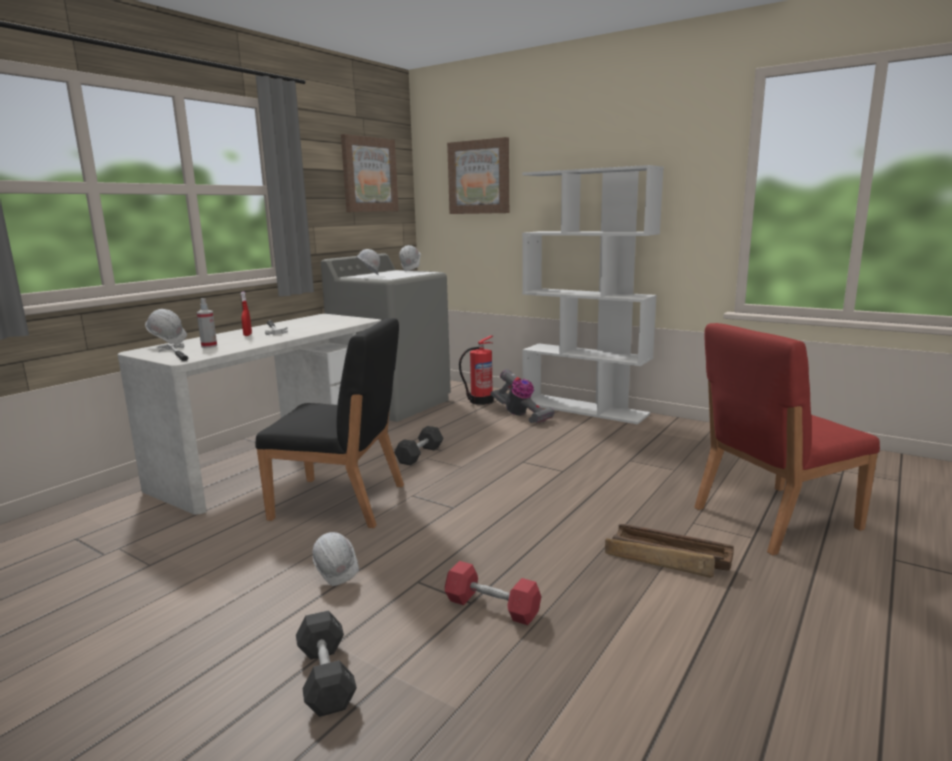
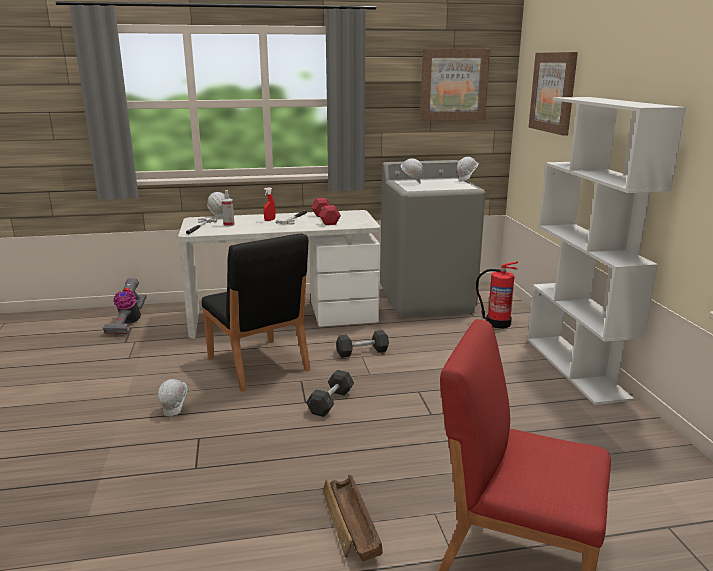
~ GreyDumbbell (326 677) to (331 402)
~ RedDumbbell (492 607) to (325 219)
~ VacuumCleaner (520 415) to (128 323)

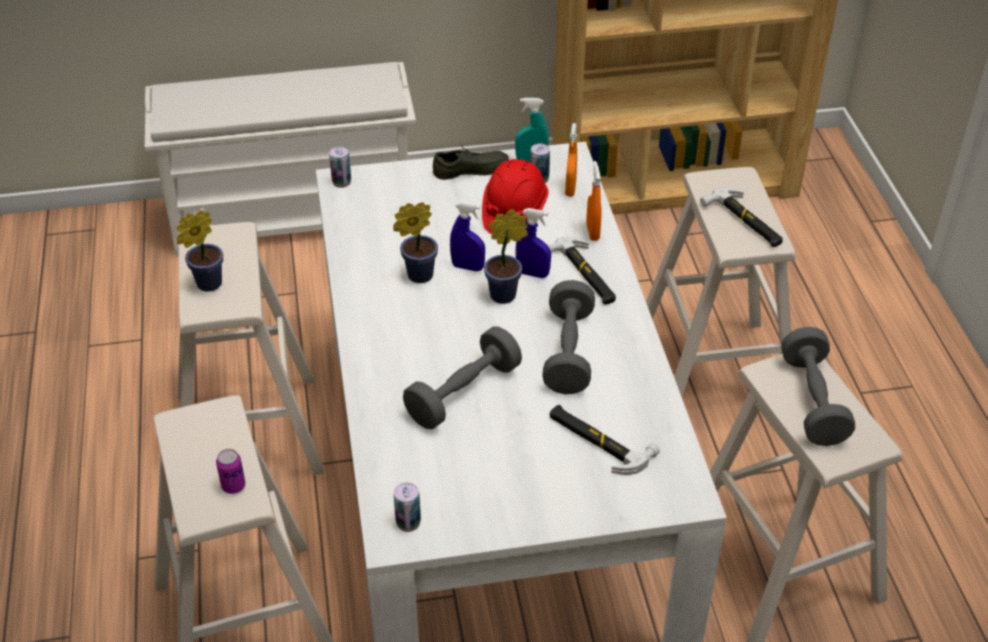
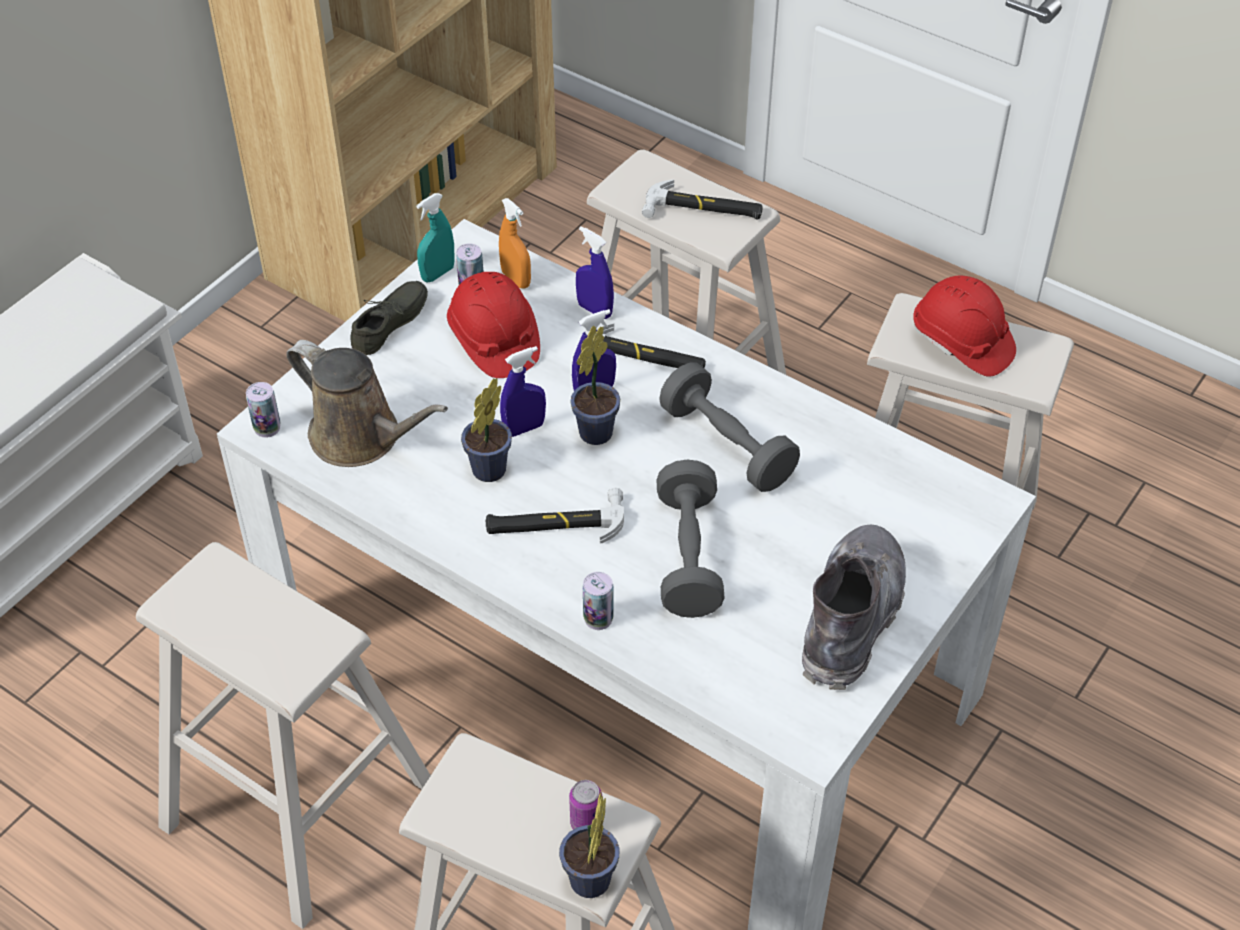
~ PottedPlant (206 285) to (588 886)
~ Can (408 522) to (598 618)
~ Hammer (598 440) to (555 523)
~ OrangeSprayBottle (592 232) to BlueSprayBottle (594 310)
~ GreyDumbbell (813 401) to RedHardHat (961 343)
+ BrownWateringCan (362 437)
+ GreyBoot (851 618)

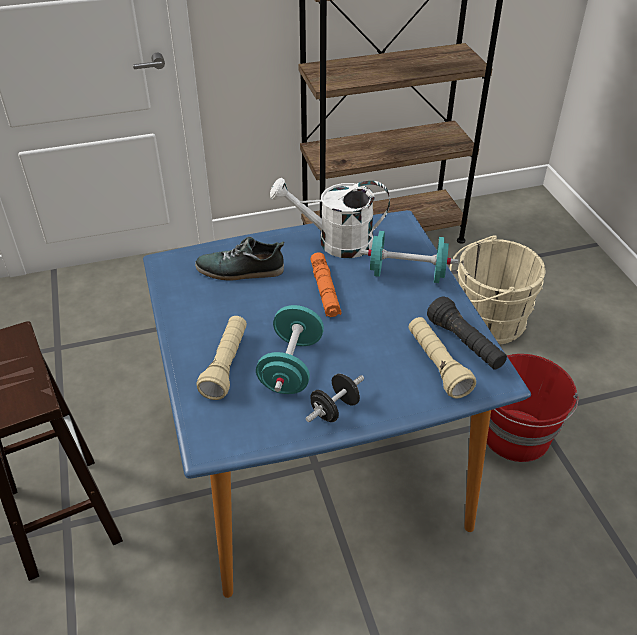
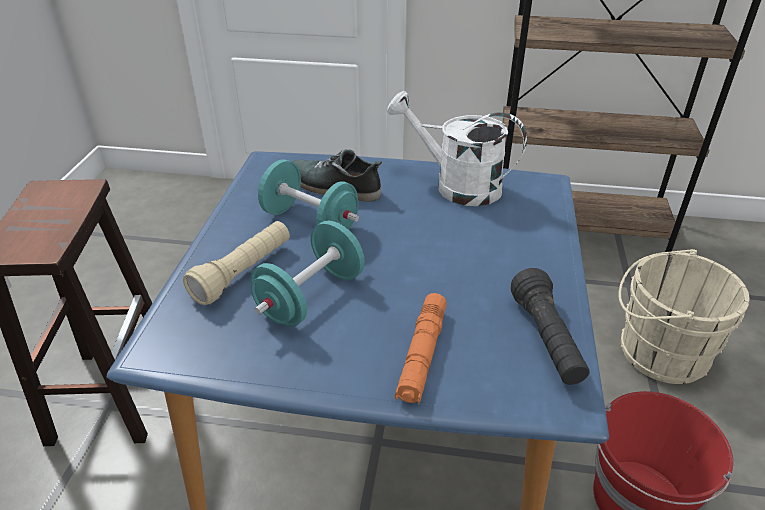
- BlackDumbbell (334 409)
~ OrangeFlashlight (325 290) to (422 355)
~ TurquoiseDumbbell (407 274) to (310 222)
- BeigeFlashlight (437 365)

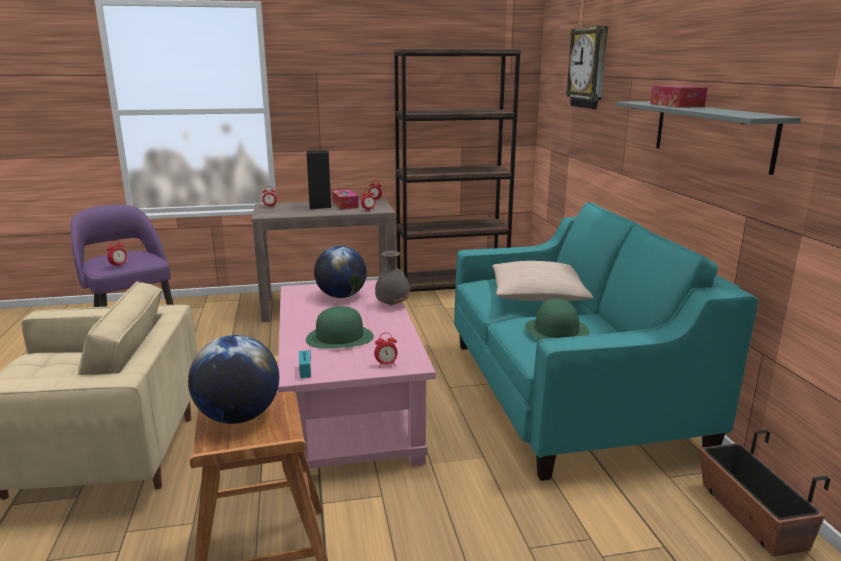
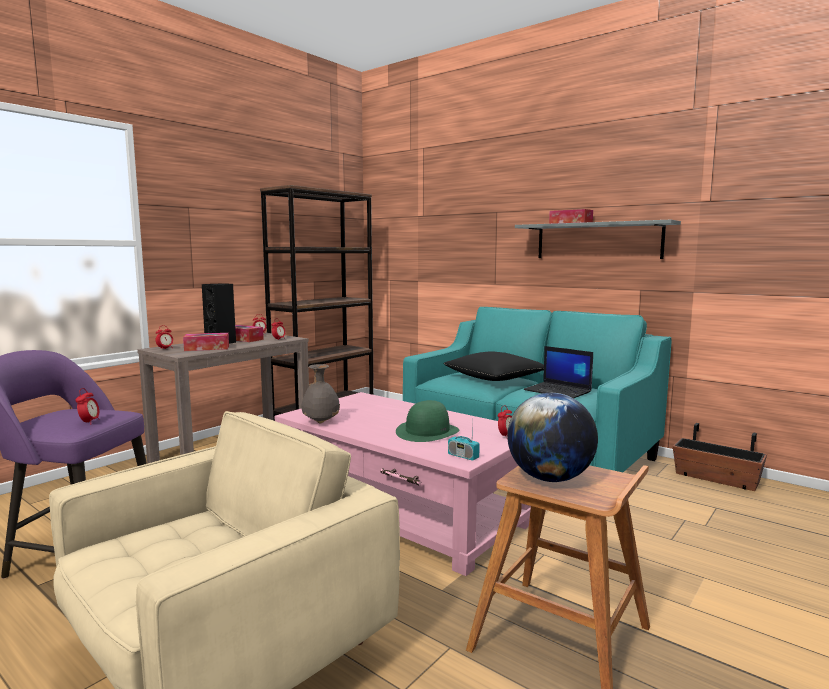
- Globe (341 296)
~ GreyVase (392 304) to (321 422)
~ BeigePillow (538 295) to BlackPillow (495 378)
~ GreenHat (556 331) to Laptop (558 391)
- WallClock (589 68)
+ TissueBox (207 348)

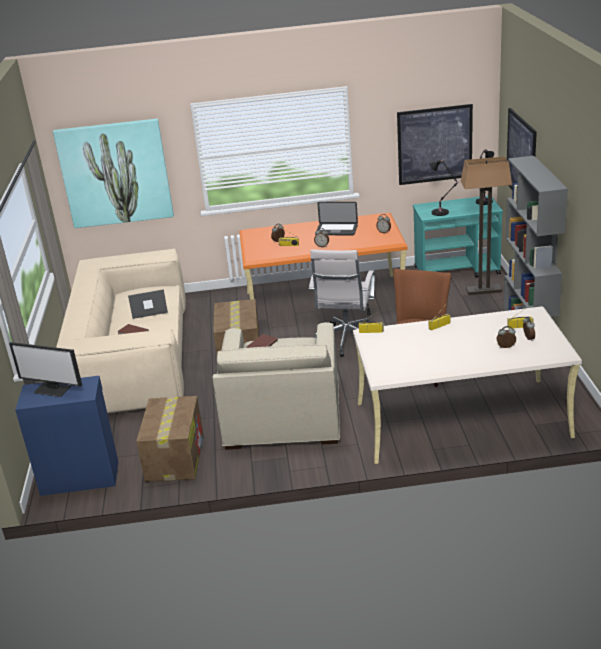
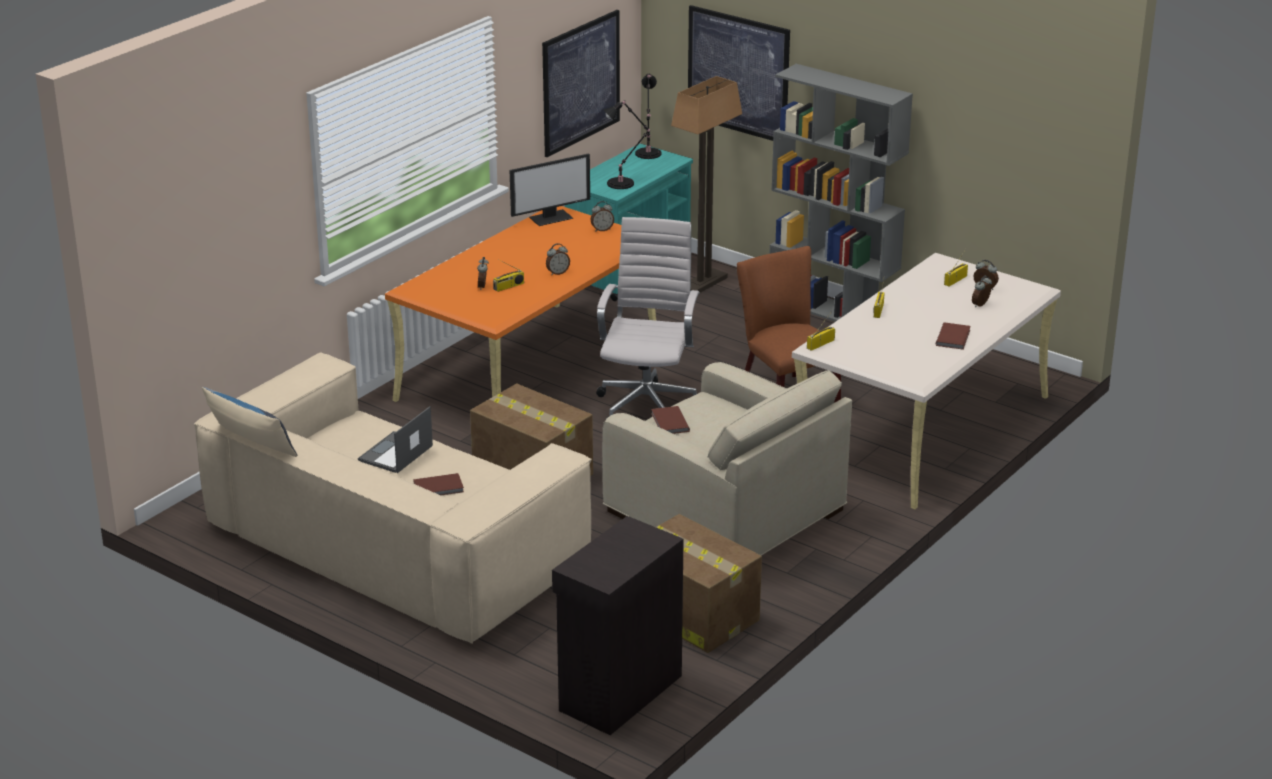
~ Monitor (53 389) to (551 217)
~ BlueCabinet (79 477) to BlackCabinet (618 693)
- Picture (115 173)
~ WhiteOfficeChair (346 341) = (647 404) 135 degrees counterclockwise
- Laptop (336 230)
+ Pillow (251 444)
+ BrownBook (954 337)

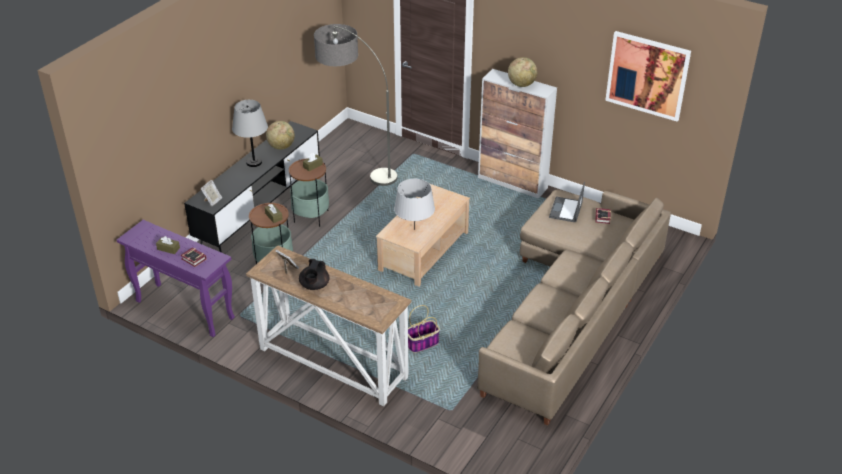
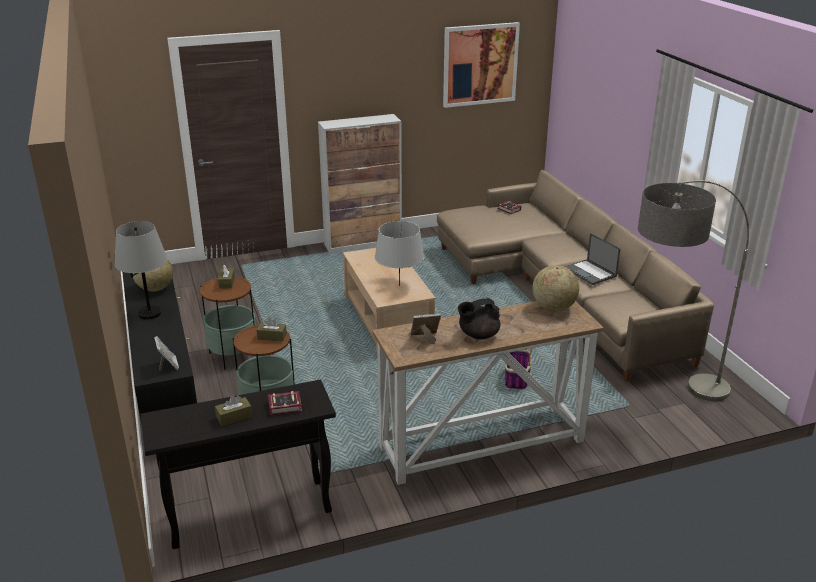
~ PurpleConsoleTable (184 310) to BlackConsoleTable (248 514)
~ BlackTeapot (314 286) = (478 335) 105 degrees clockwise
~ FloorLamp (356 168) to (666 398)
~ Globe (521 84) to (553 307)
~ Laptop (566 210) to (590 272)

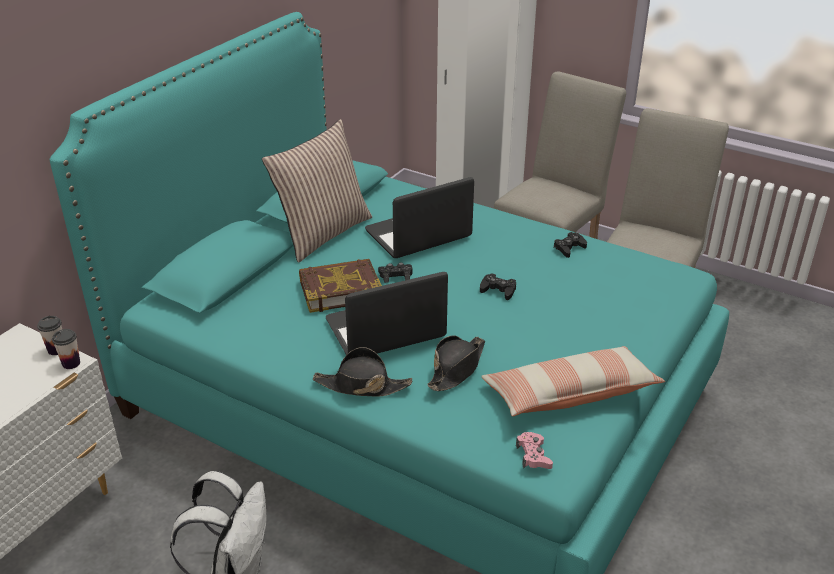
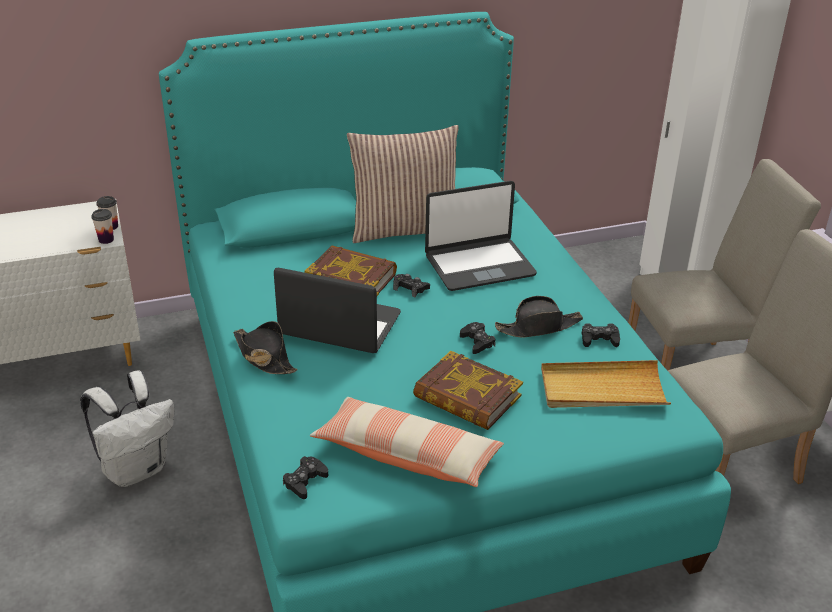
~ Laptop (418 235) = (479 265) 150 degrees clockwise
~ BlackHat (457 368) to (538 327)
~ PinkGameController (533 456) to BlackGameController (305 481)
+ Book (467 397)
+ BeigeTray (602 389)

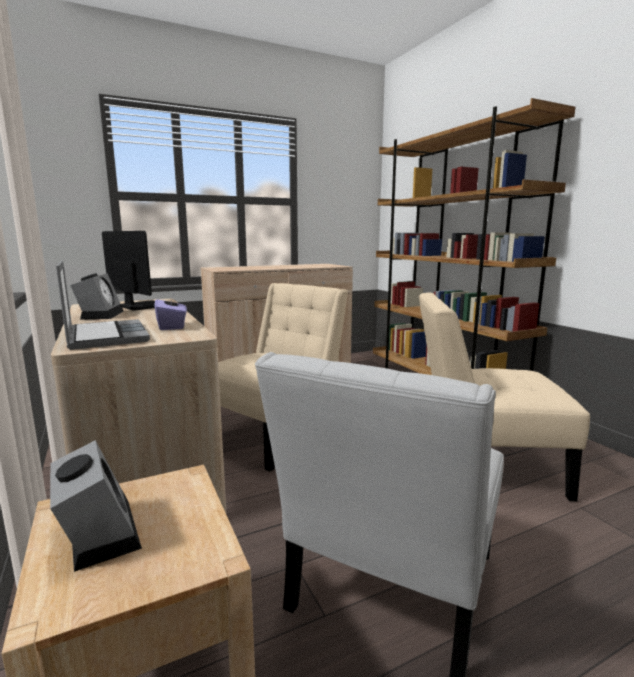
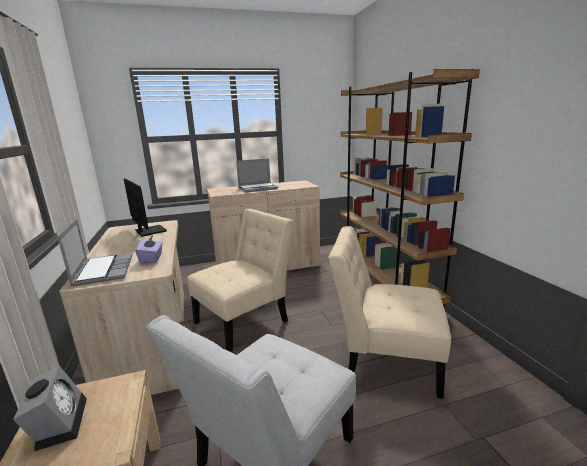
- AlarmClock (100 315)
+ Laptop (258 188)

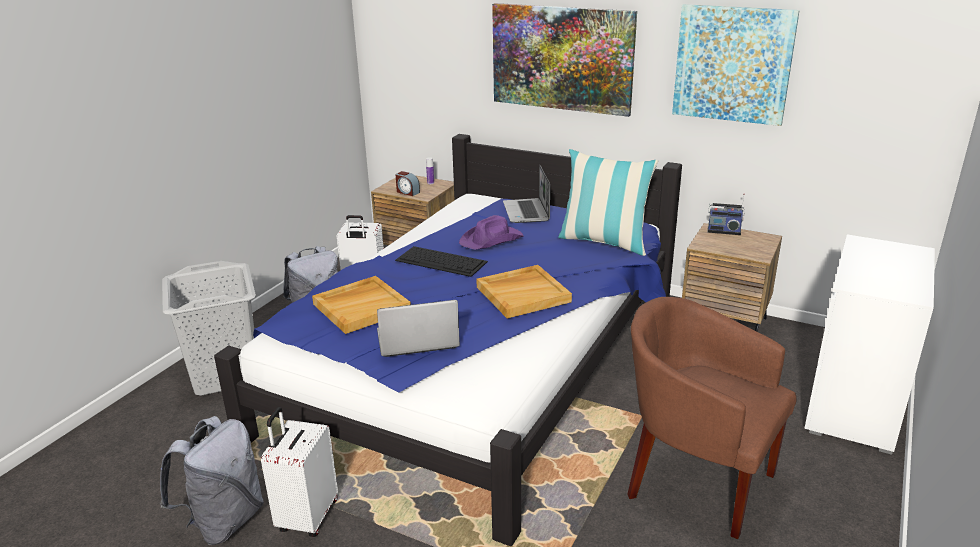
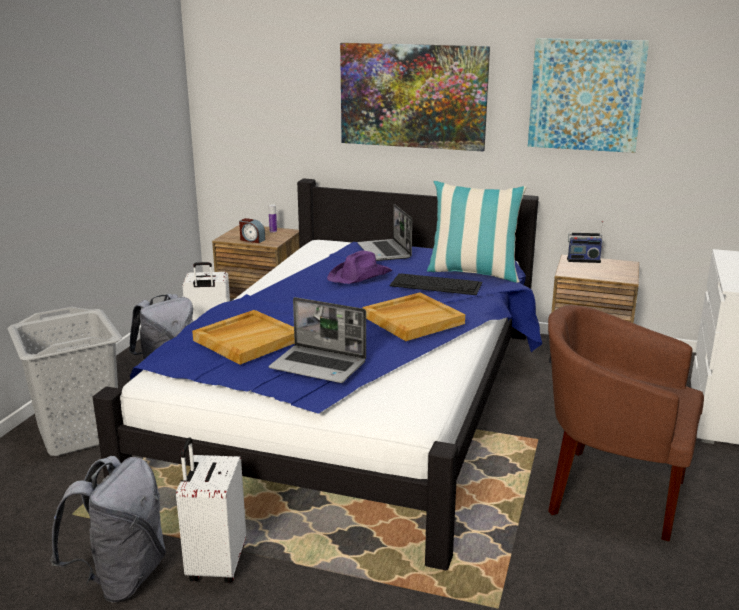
~ Laptop (416 341) = (319 366) 135 degrees counterclockwise
~ Keyboard (442 261) to (437 284)

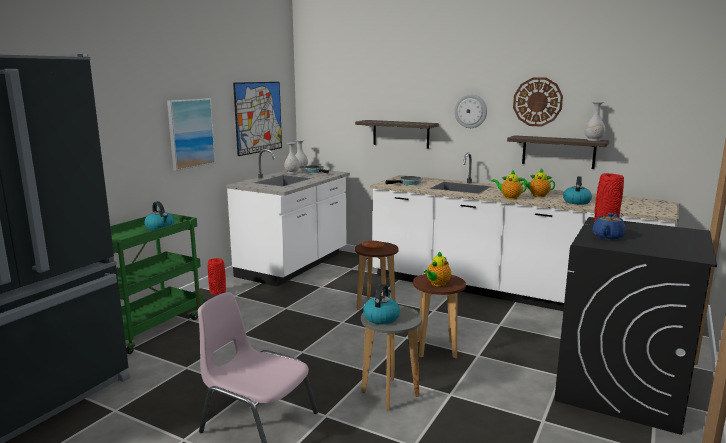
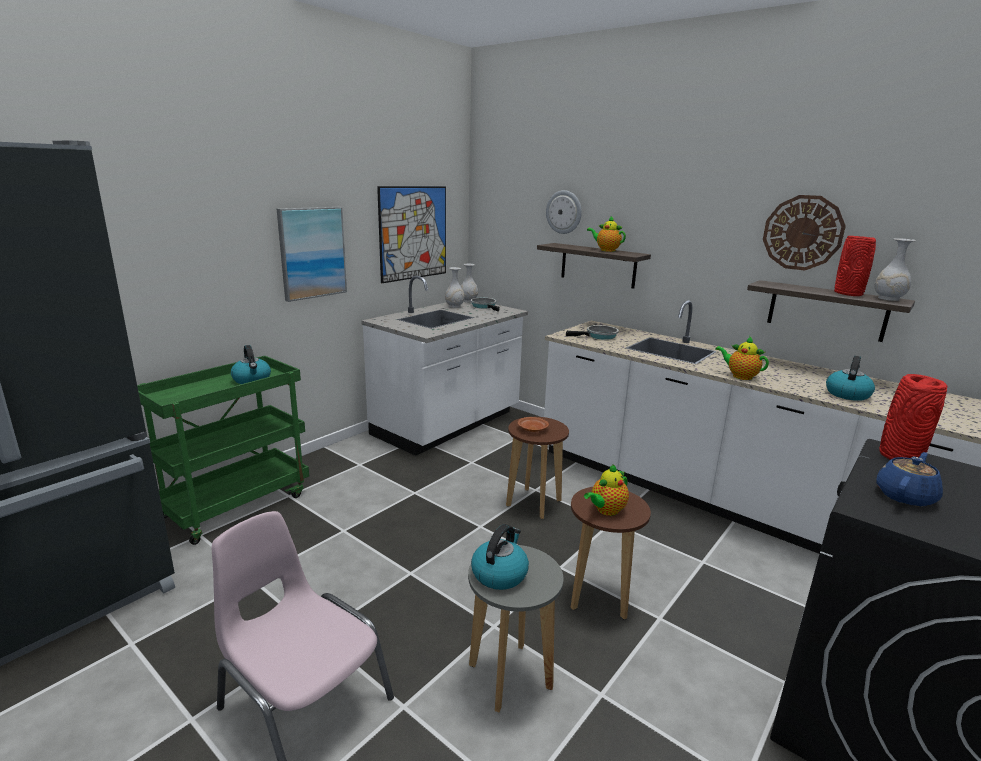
~ RedVase (218 292) to (848 294)
~ WallClock (470 111) to (564 212)
~ Teapot (537 195) to (606 250)

